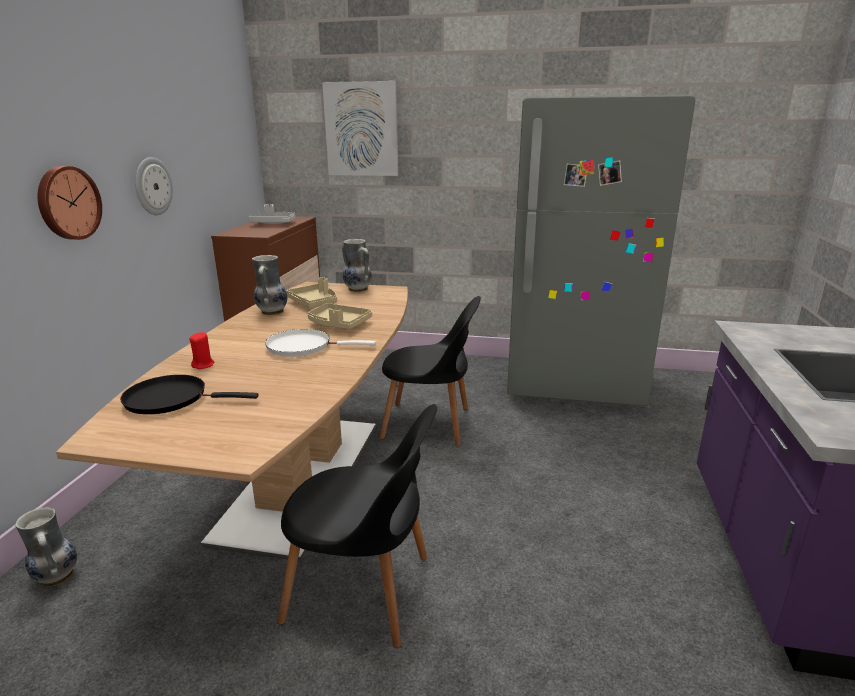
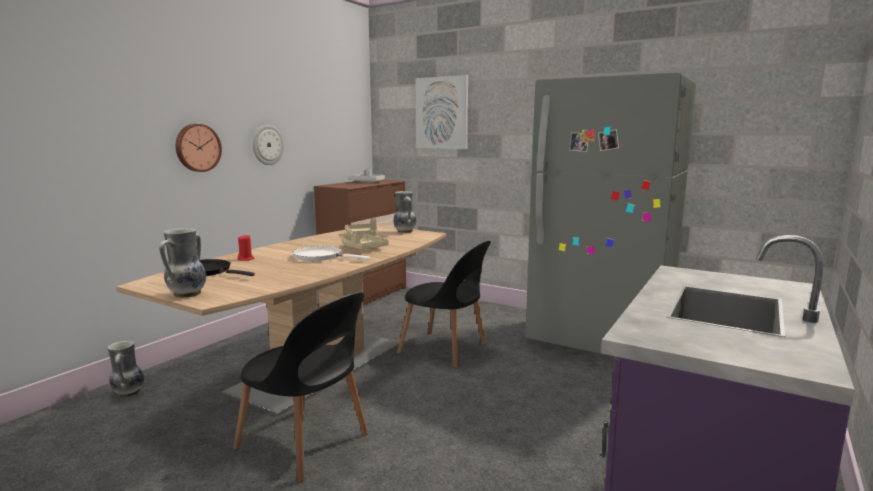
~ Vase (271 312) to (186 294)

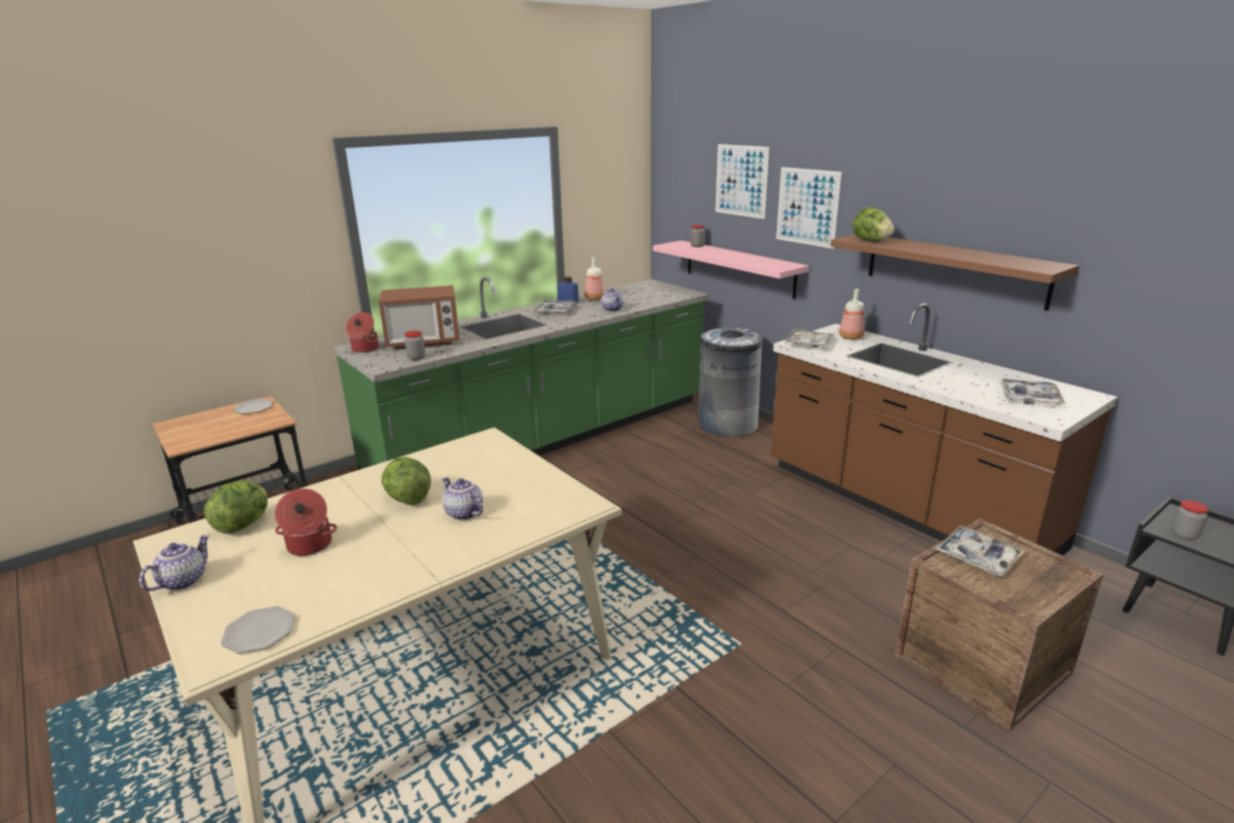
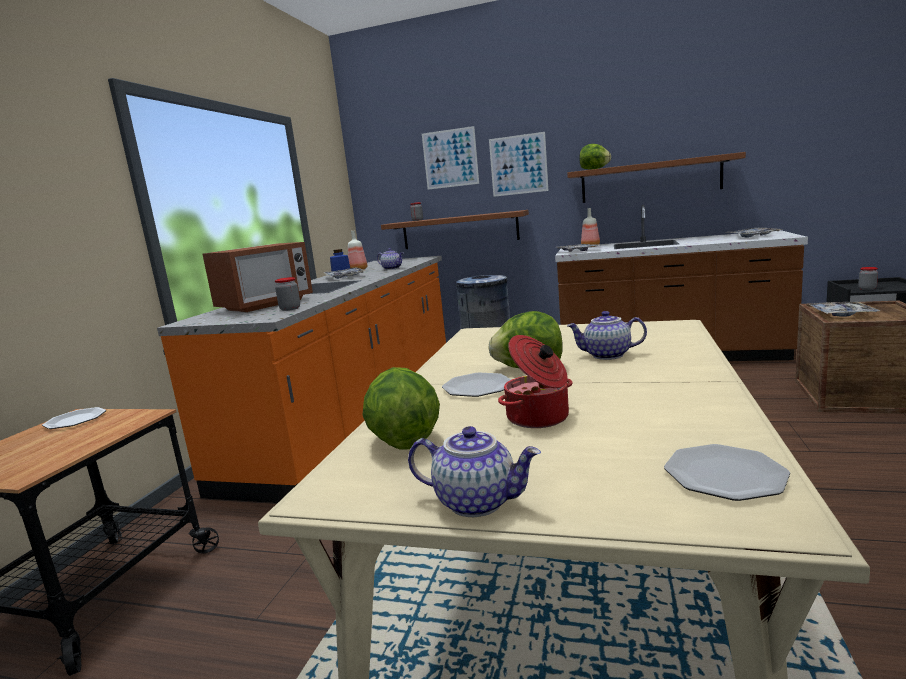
~ Teapot (182 580) = (477 501) 120 degrees clockwise
~ GreenCounter (547 438) to OrangeCounter (360 406)
- CookingPot (364 349)
~ PinkShelf (739 268) to BrownShelf (459 230)
+ Plate (477 388)

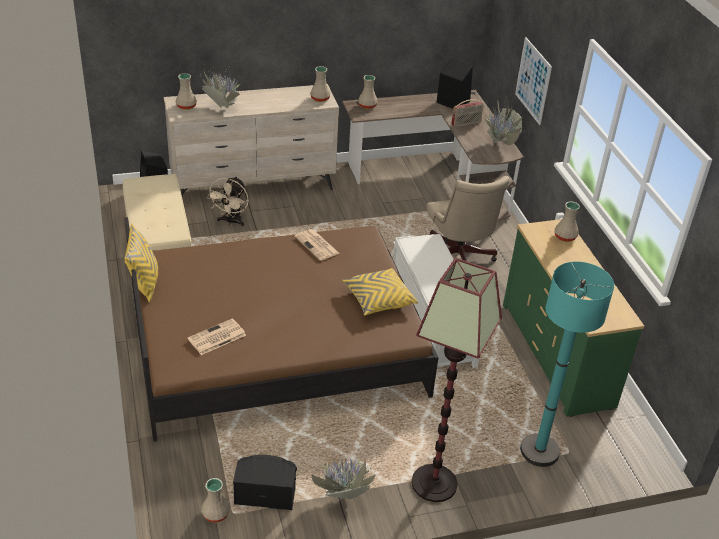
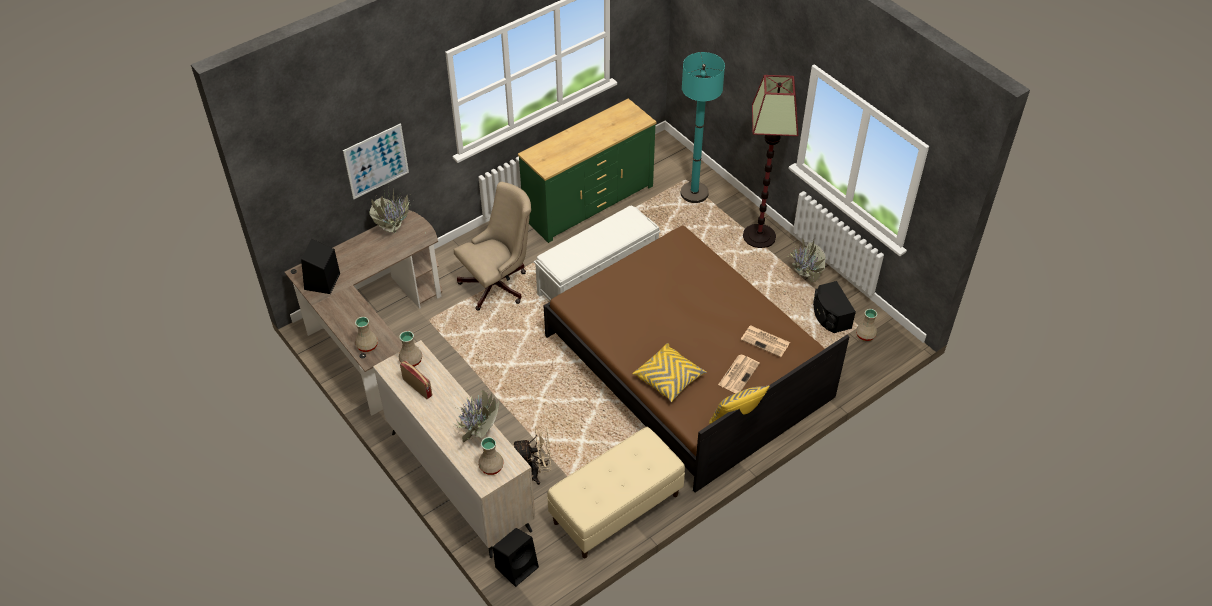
~ Newspaper (317 245) to (738 374)
~ YellowPillow (378 300) to (669 378)
~ Radio (466 124) to (418 387)
- BeigeVase (564 237)

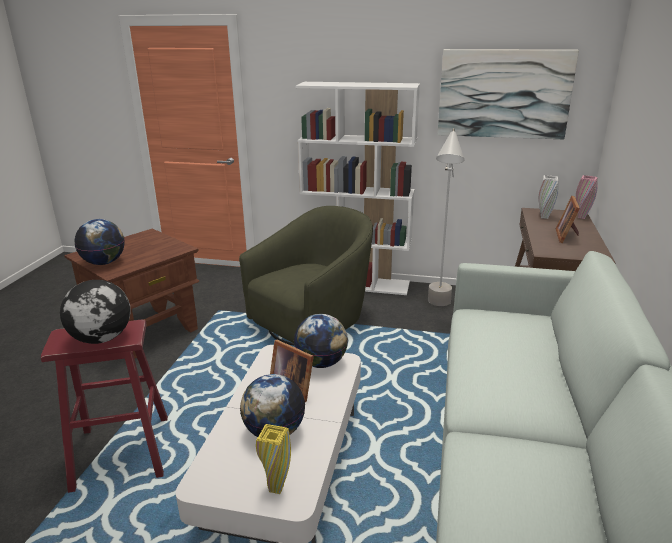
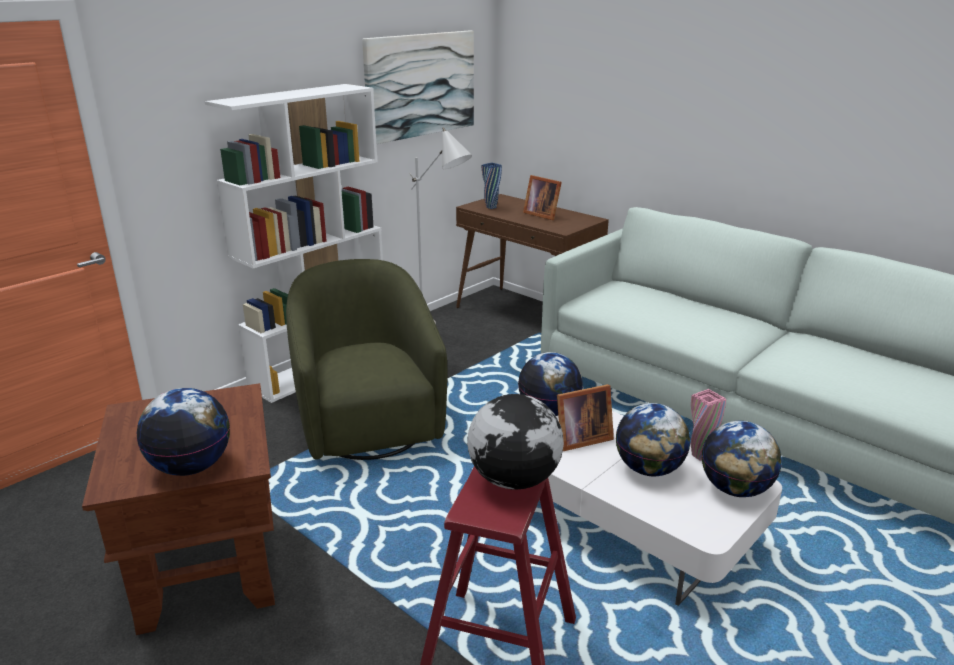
~ YellowVase (276 488) to Globe (735 489)
~ WhiteVase (544 217) to BlueVase (491 207)
~ PinkVase (581 217) to (699 456)

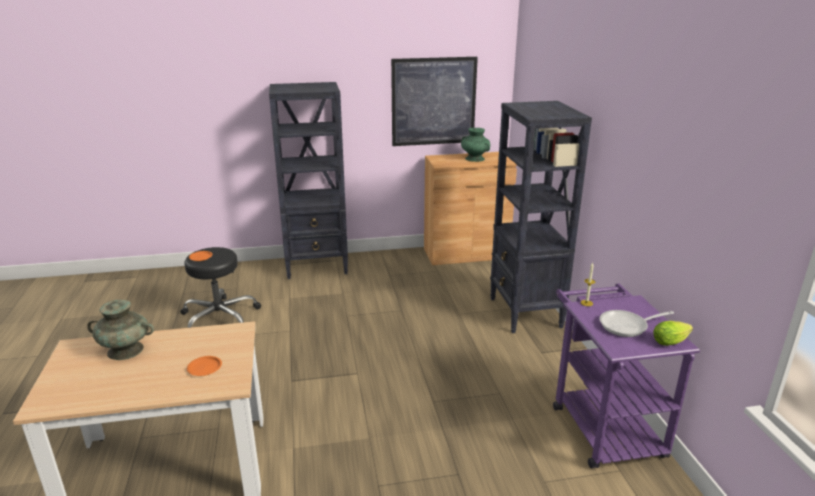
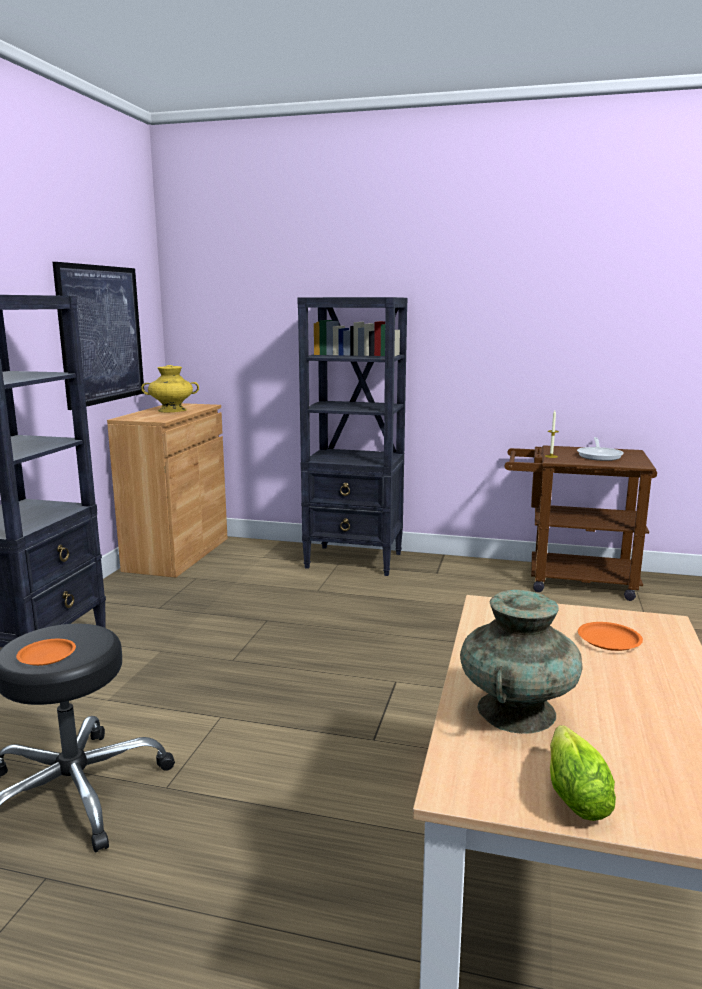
~ GreenVase (474 159) to YellowVase (171 410)
~ PurpleCart (602 424) to BrownCart (569 580)
~ Lettuce (672 341) to (574 790)

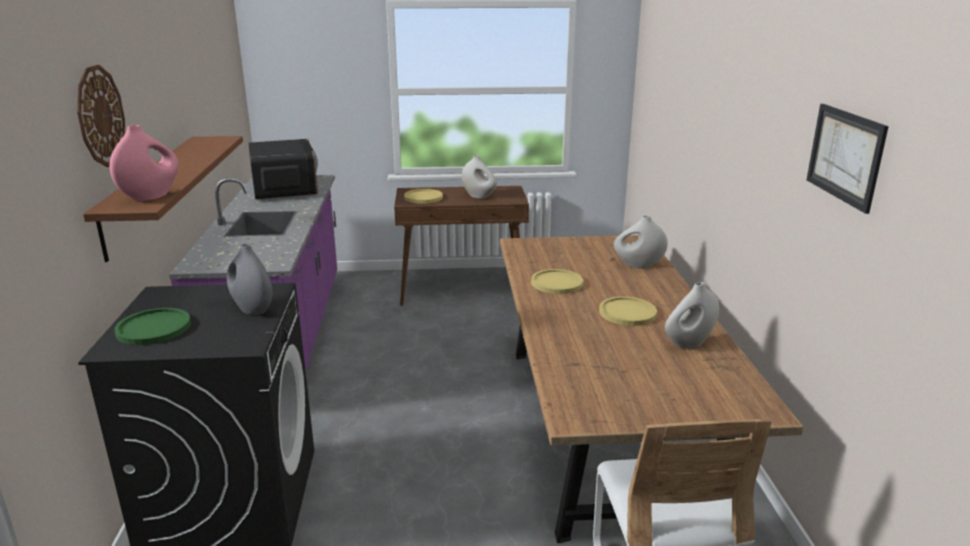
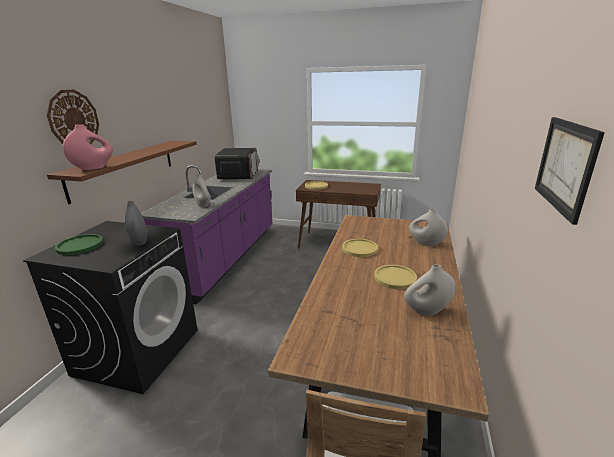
~ WhiteVase (479 196) to (203 205)

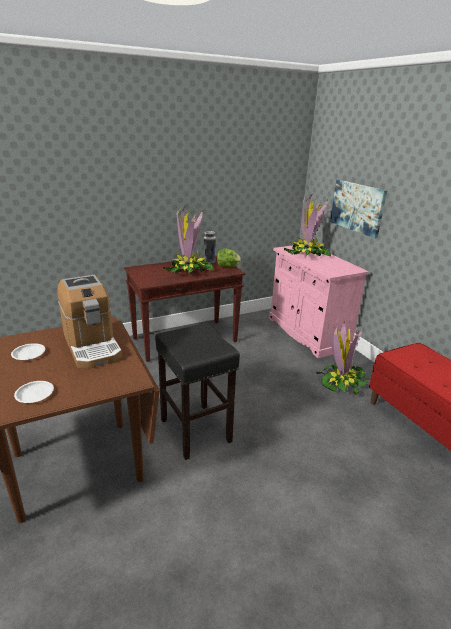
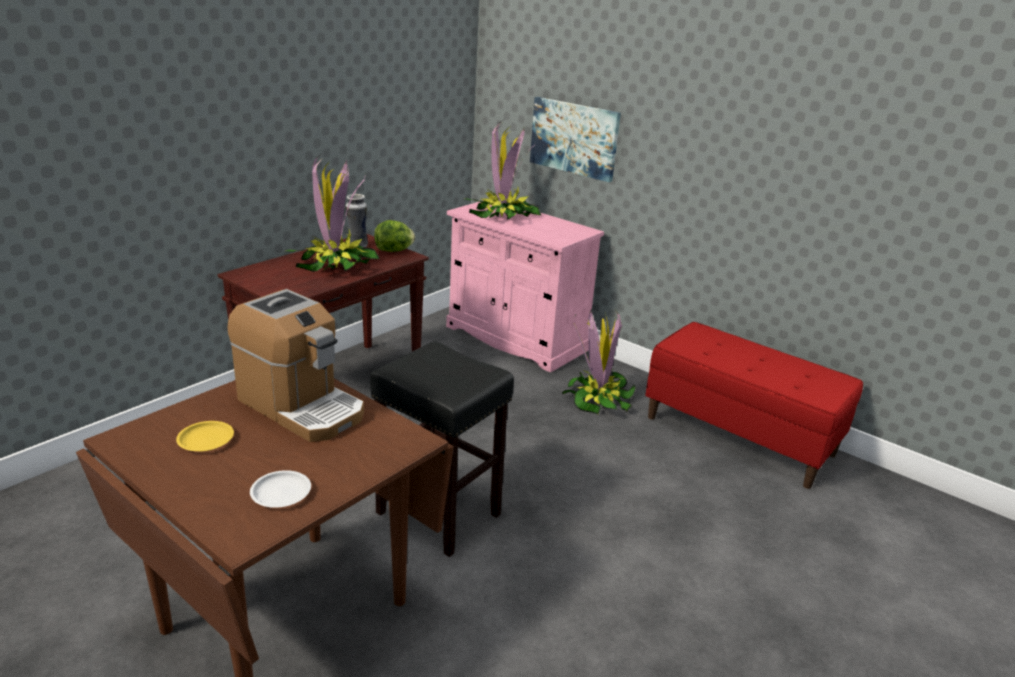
~ WhitePlate (28 354) to YellowPlate (205 440)

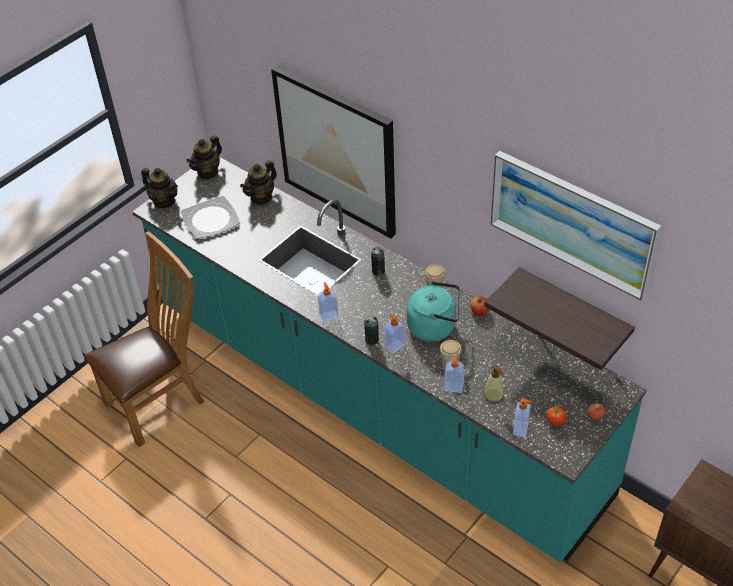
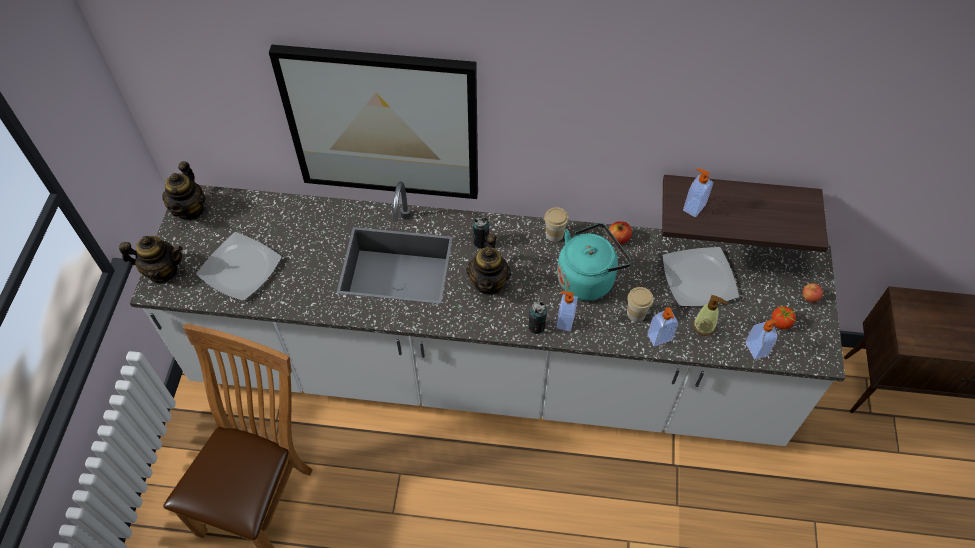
~ TurquoiseCounter (372 399) to WhiteCounter (487 371)
~ Teapot (261 197) to (489 282)
~ SoapDispenser (329 315) to (693 207)
- Picture (572 222)
+ Plate (699 279)

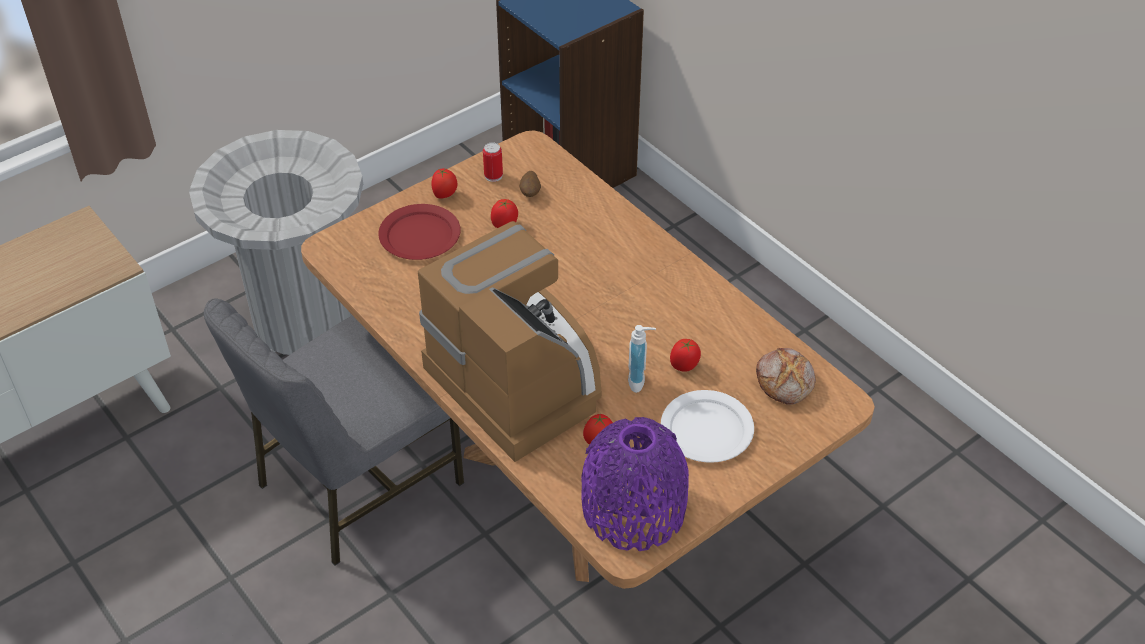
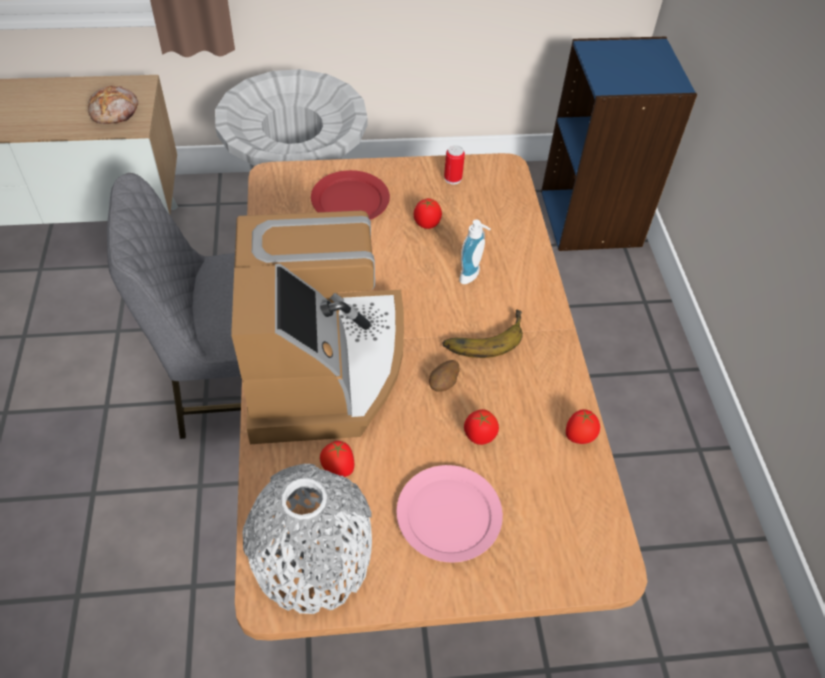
~ Tomato (445 195) to (579 437)
~ Potato (530 193) to (443 384)
~ PurpleVase (634 509) to GreyVase (312 558)
~ SoapDispenser (640 381) to (472 276)
~ WhitePlate (707 430) to PinkPlate (448 516)
~ Bread (785 381) to (115 112)
+ Banana (482 335)

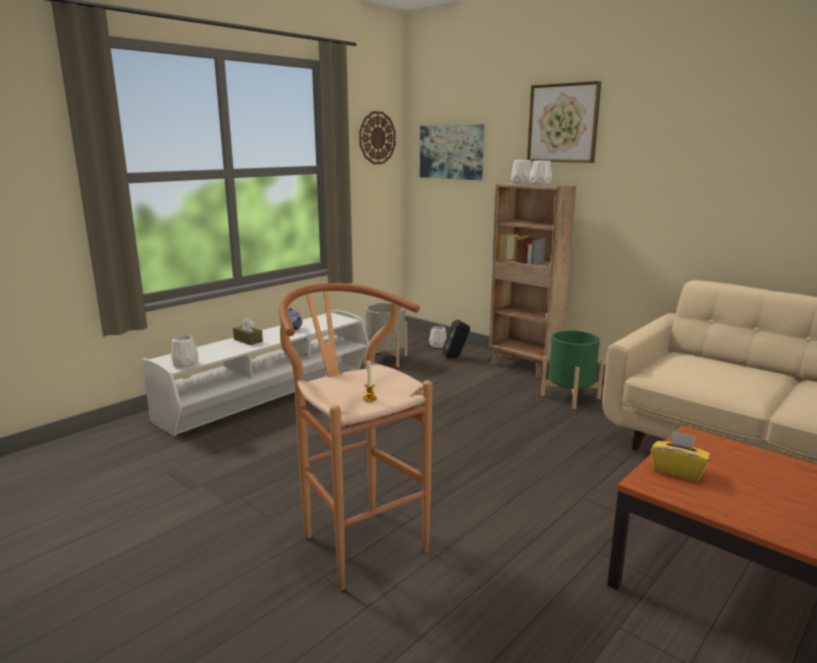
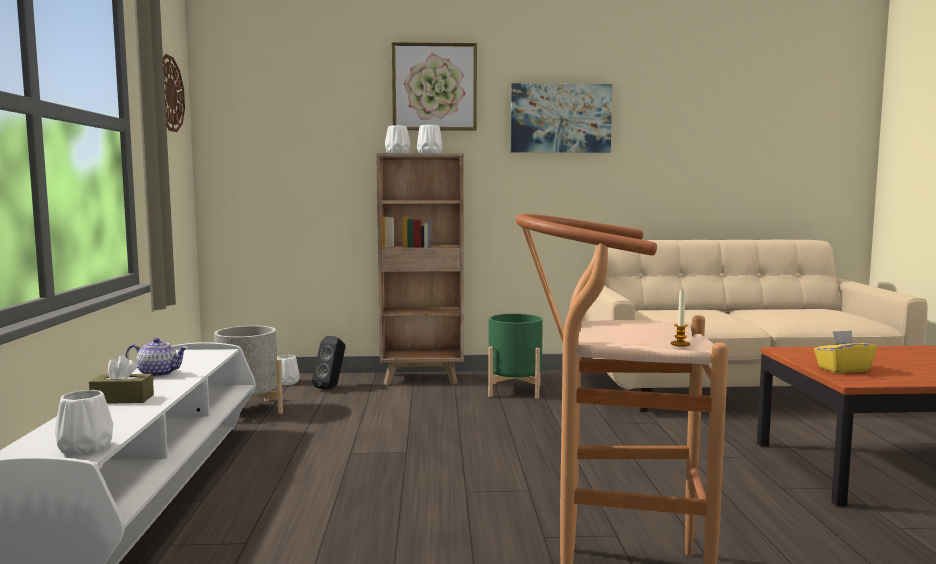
~ Picture (451 152) to (560 118)

